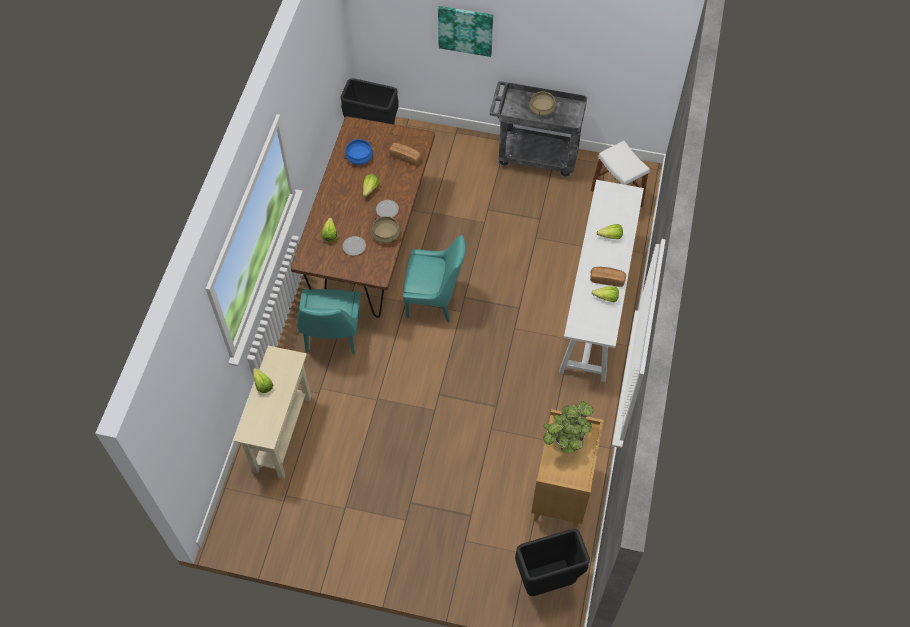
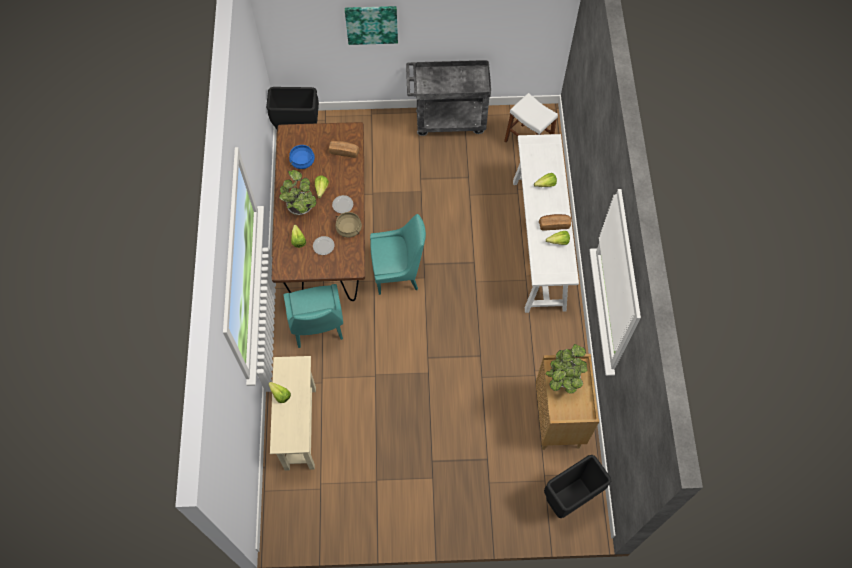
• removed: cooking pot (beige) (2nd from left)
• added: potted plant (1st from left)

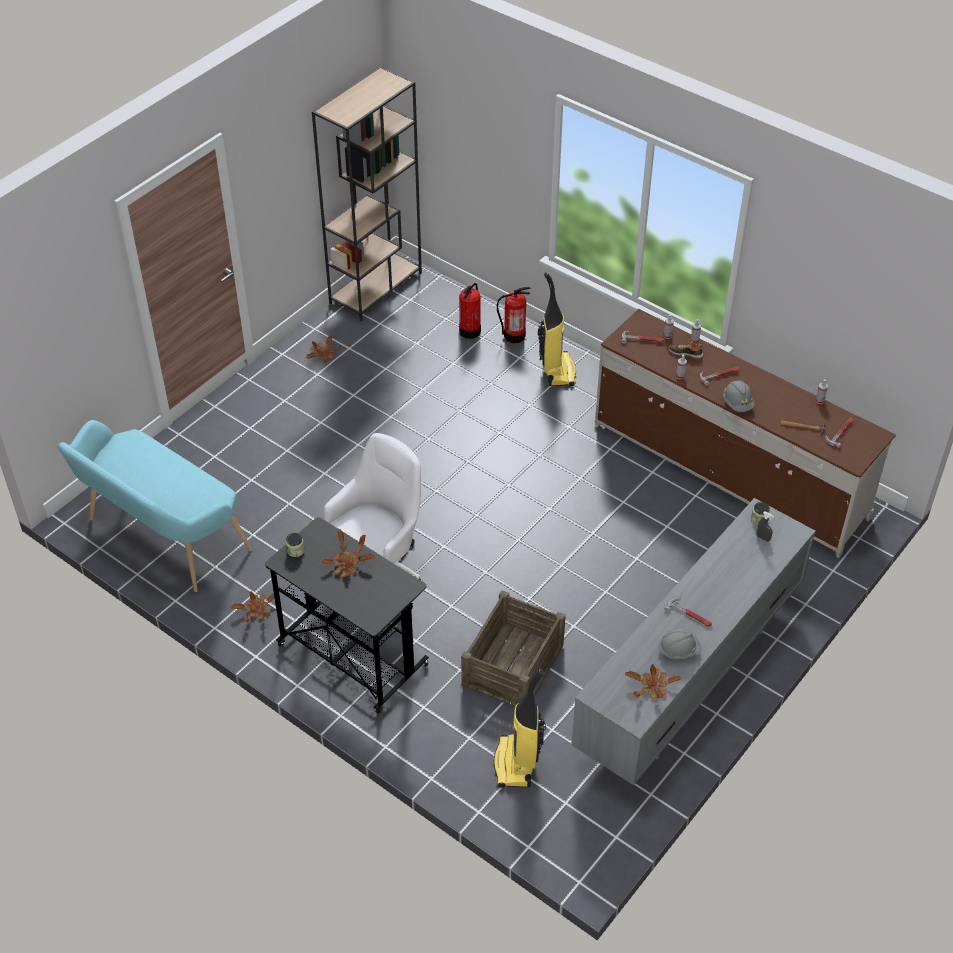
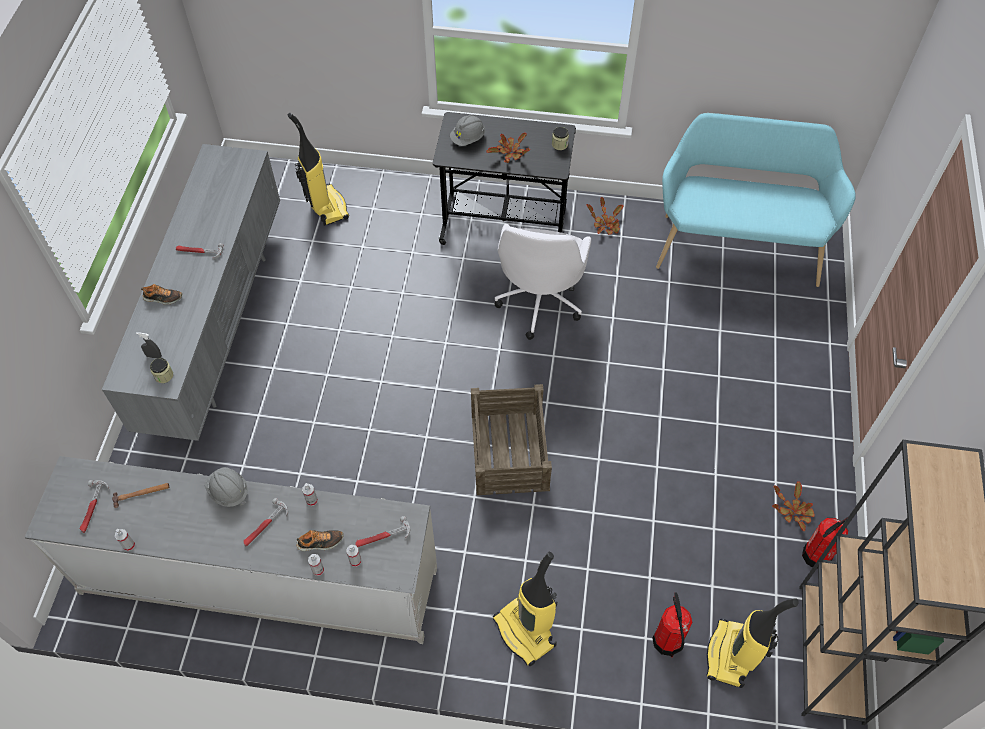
• removed: potted plant (4th from left)
• added: shoe (1st from left)
• added: vacuum cleaner (3rd from left)
• moved: crate
• moved: fire extinguisher (2nd from left)
• moved: hard hat (grey) (1st from left in the first image) to hard hat (grey) (2nd from left)
• recoloured: cabinet (brown) to cabinet (grey) (2nd from left)

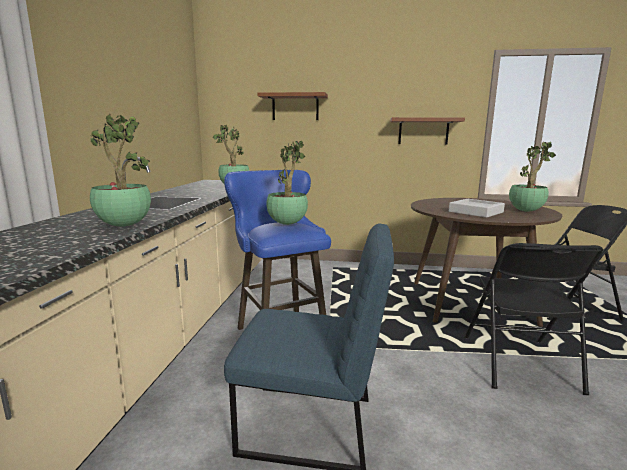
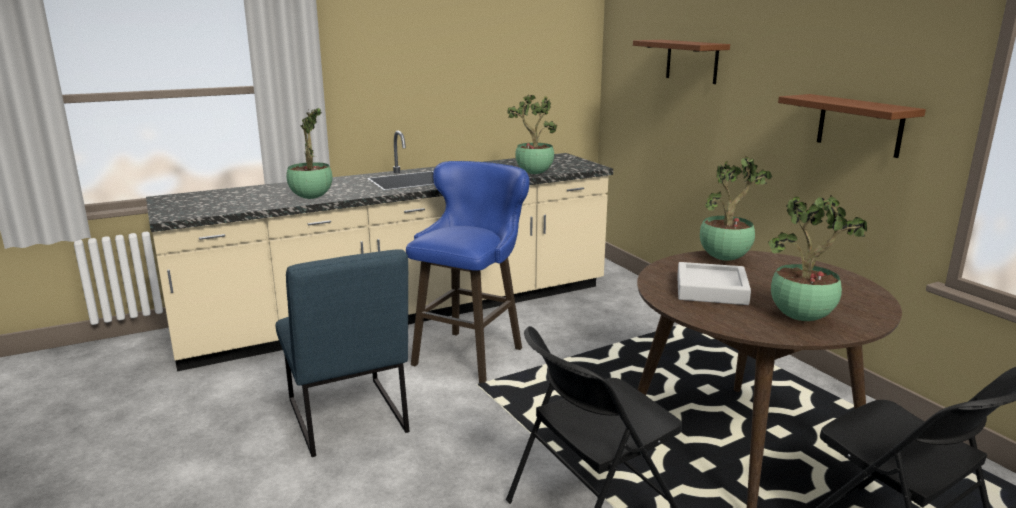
• moved: potted plant (3rd from left)

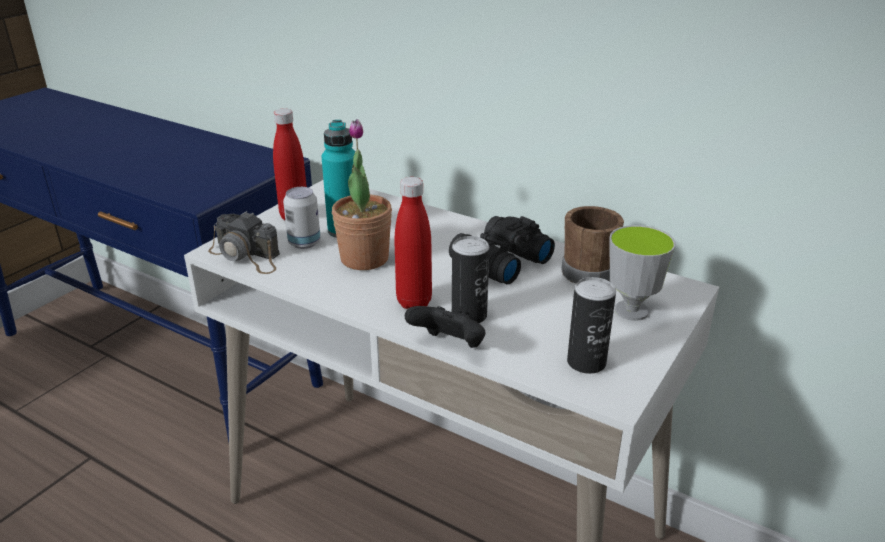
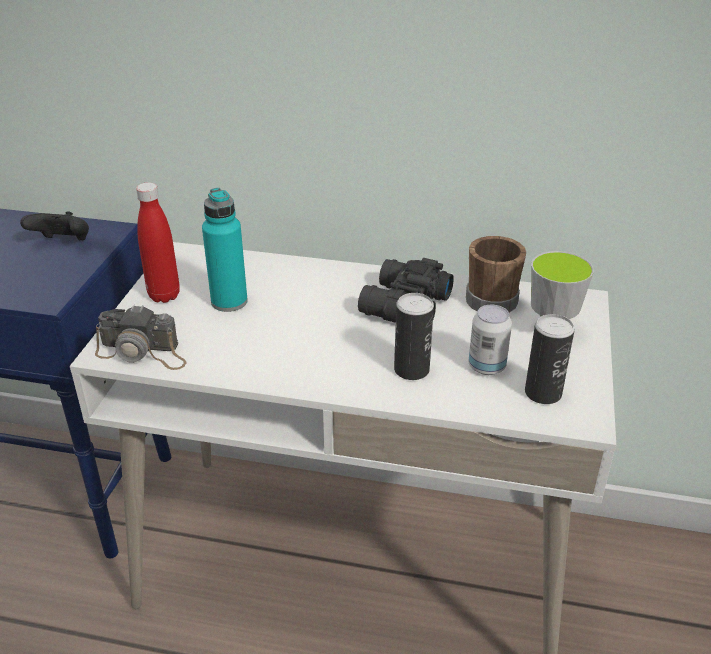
• removed: potted plant
• removed: bottle (red) (2nd from left)
• moved: can (1st from left in the first image) to can (2nd from left)
• moved: game controller (black)

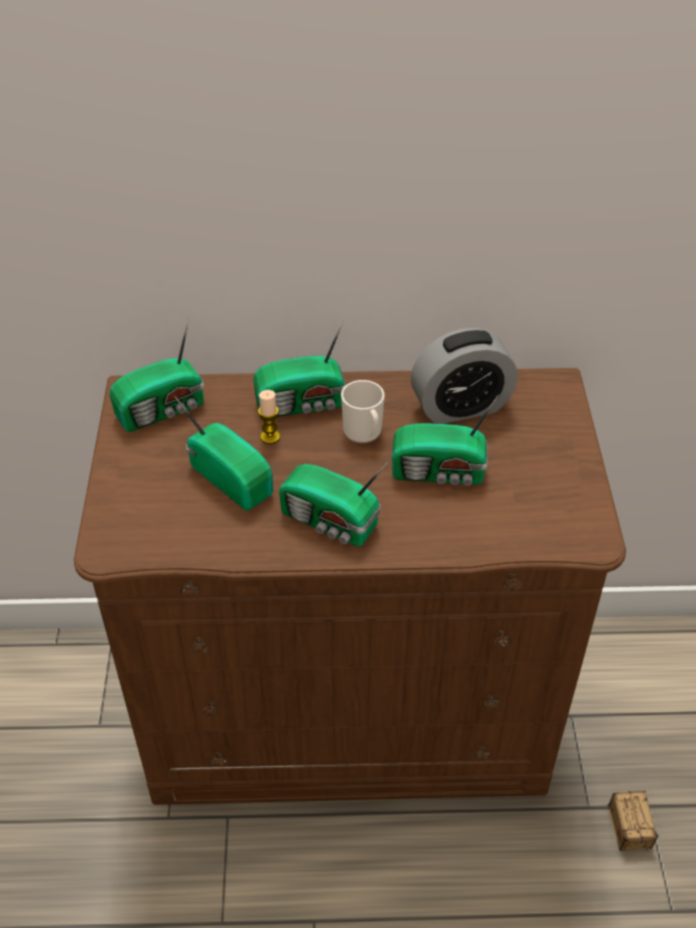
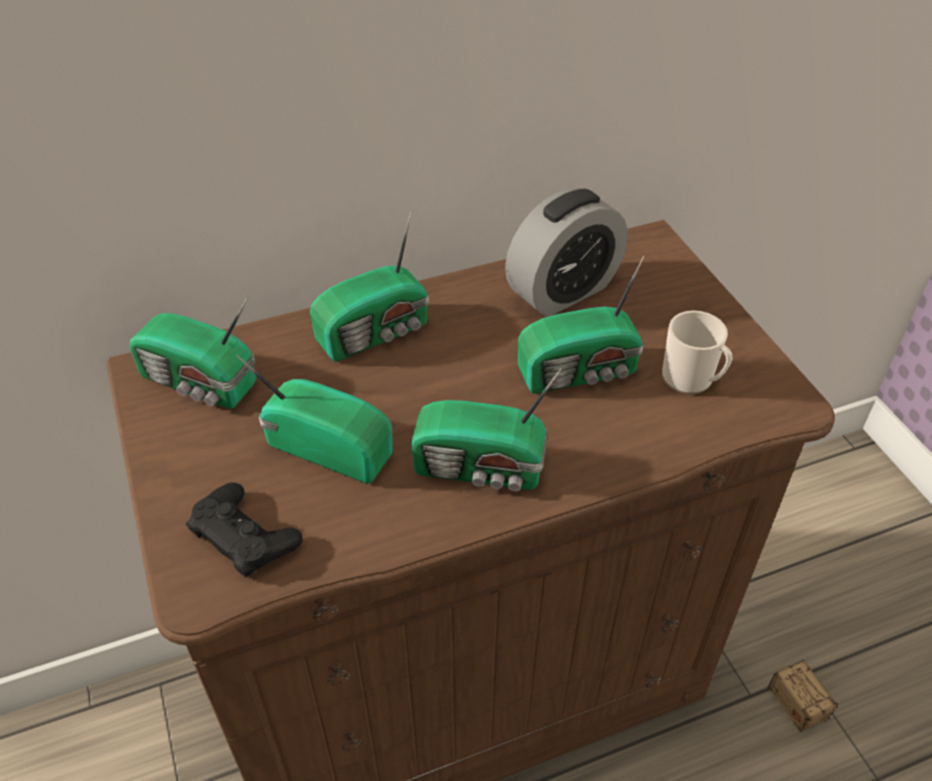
• removed: candle
• added: game controller (black)
• moved: mug
• turned: radio (1st from left) 75 degrees clockwise

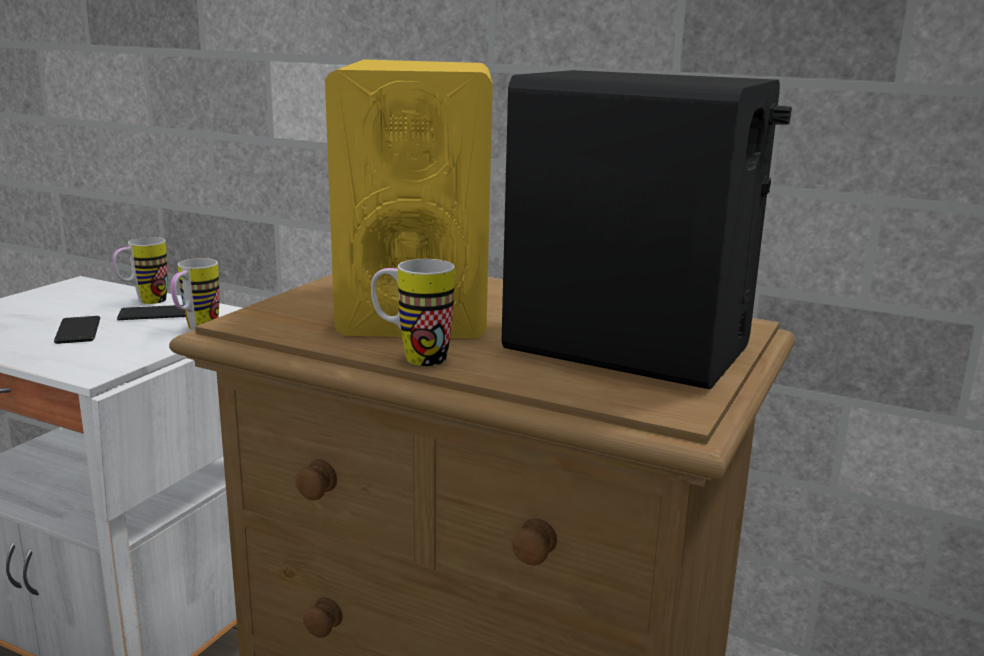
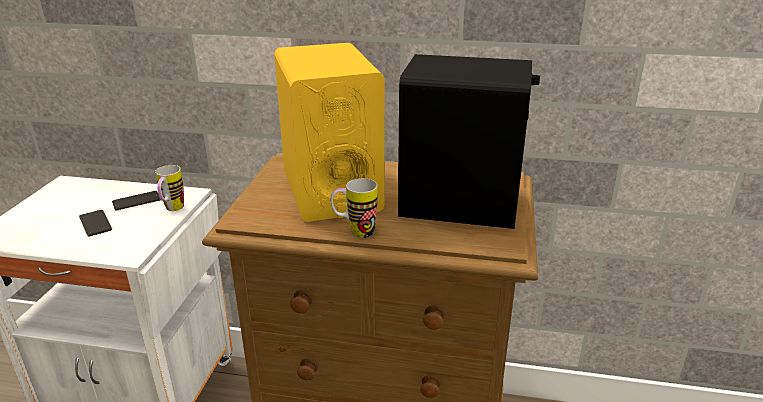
• removed: mug (1st from left)

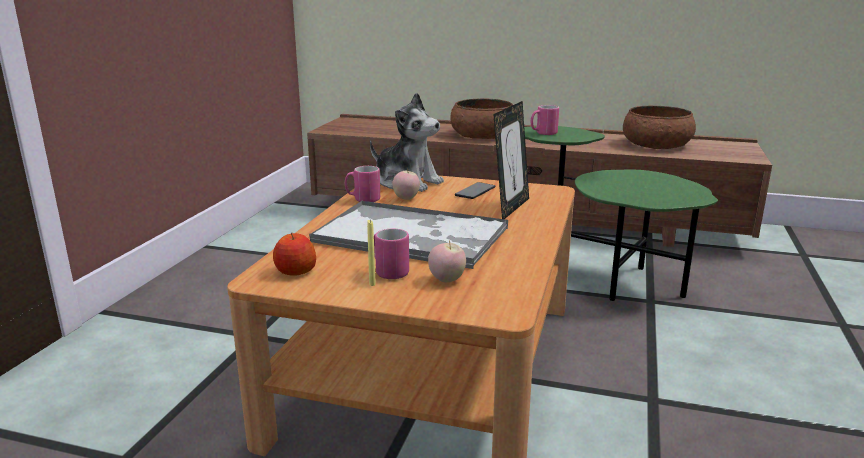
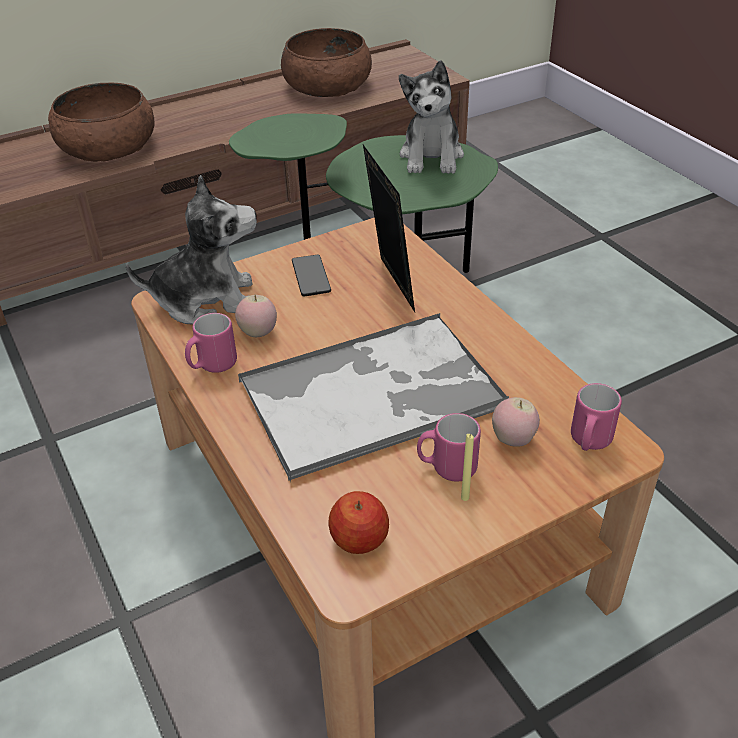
• added: plush toy (2nd from left)
• moved: mug (pink) (3rd from left)

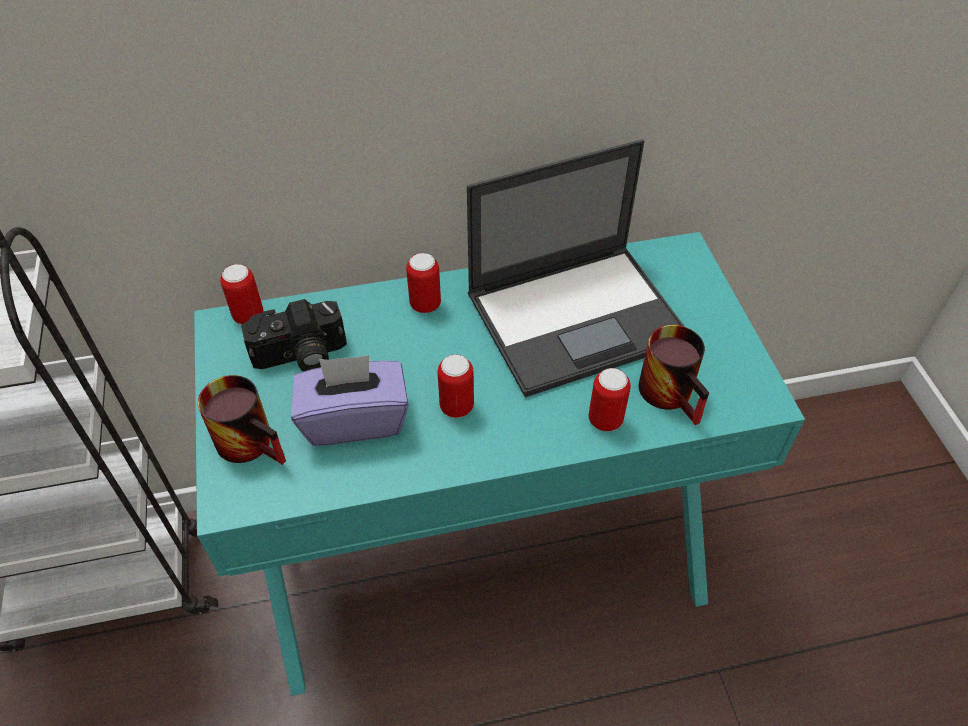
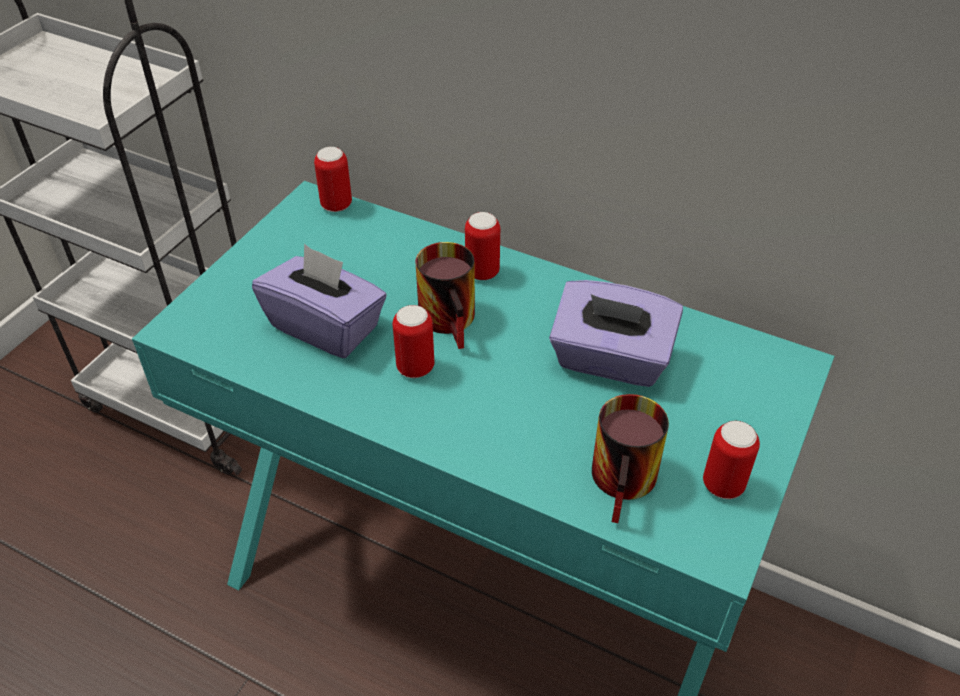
• removed: photo camera
• moved: mug (1st from left)
• moved: can (4th from left)
• replaced: laptop to tissue box (purple) (2nd from left)

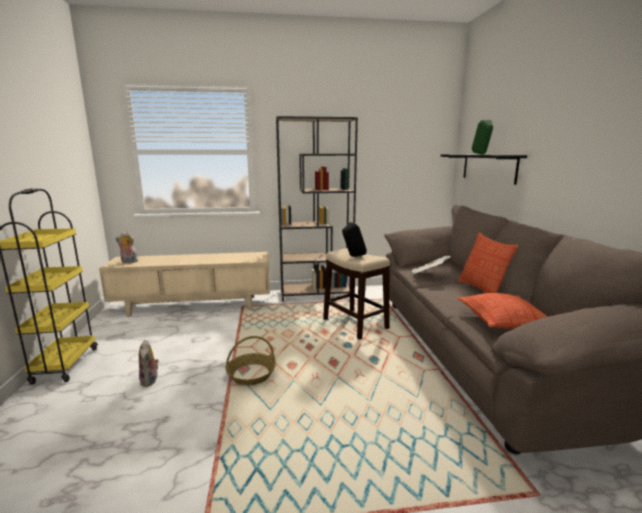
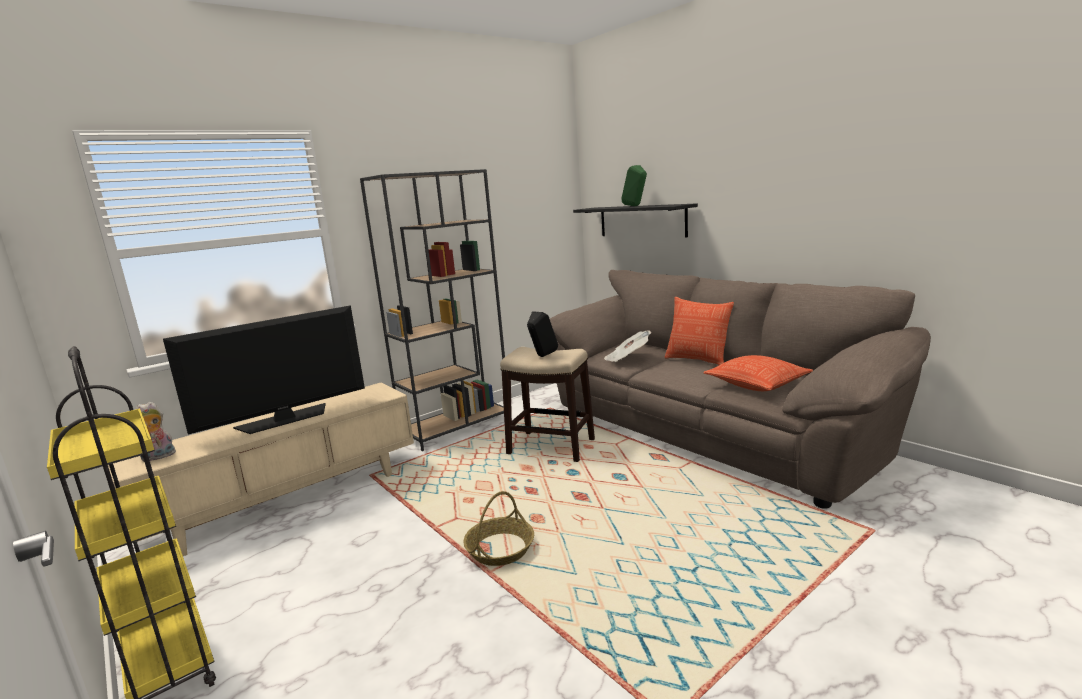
• removed: plush toy (2nd from left)
• added: television

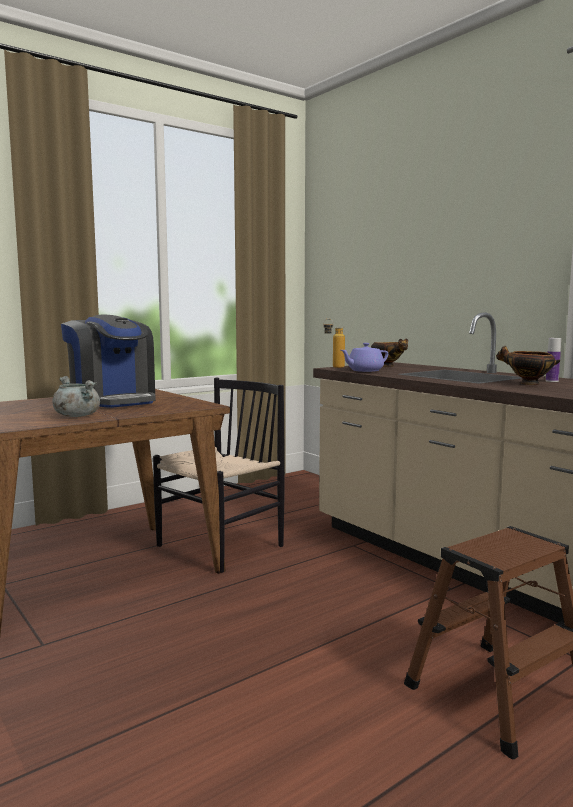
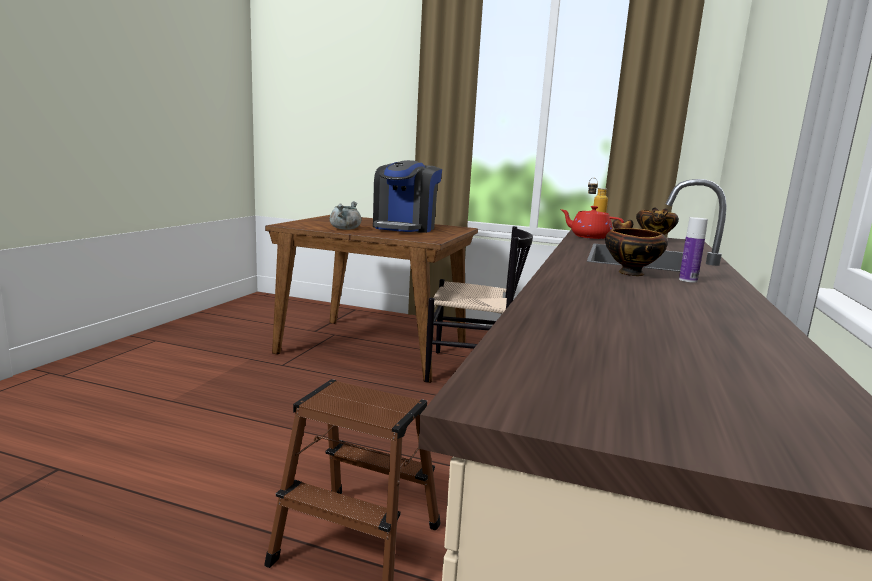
• recoloured: teapot (purple) to teapot (red)

